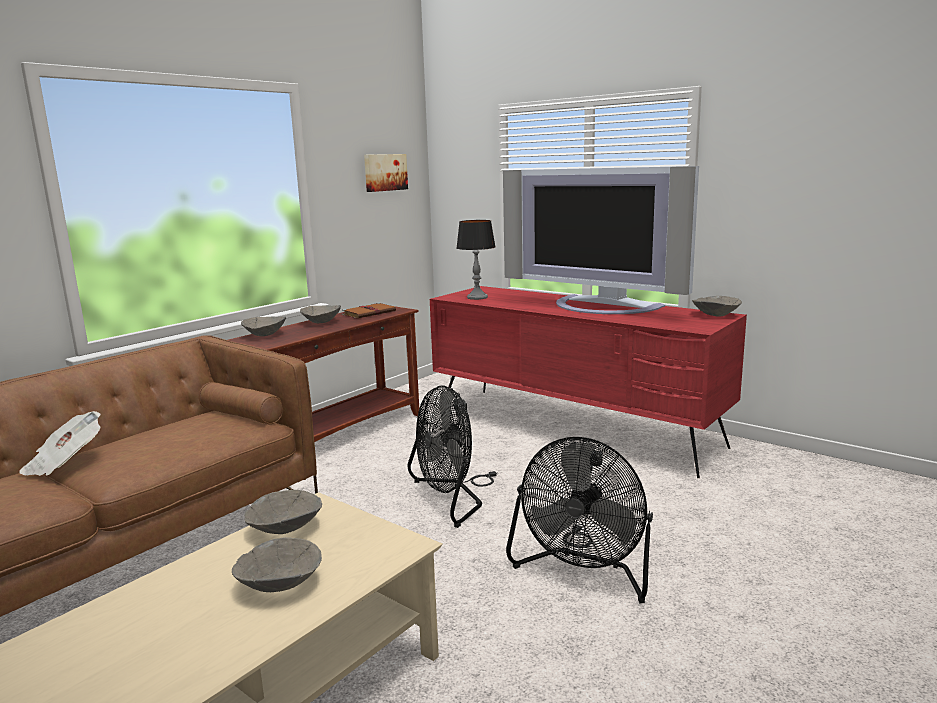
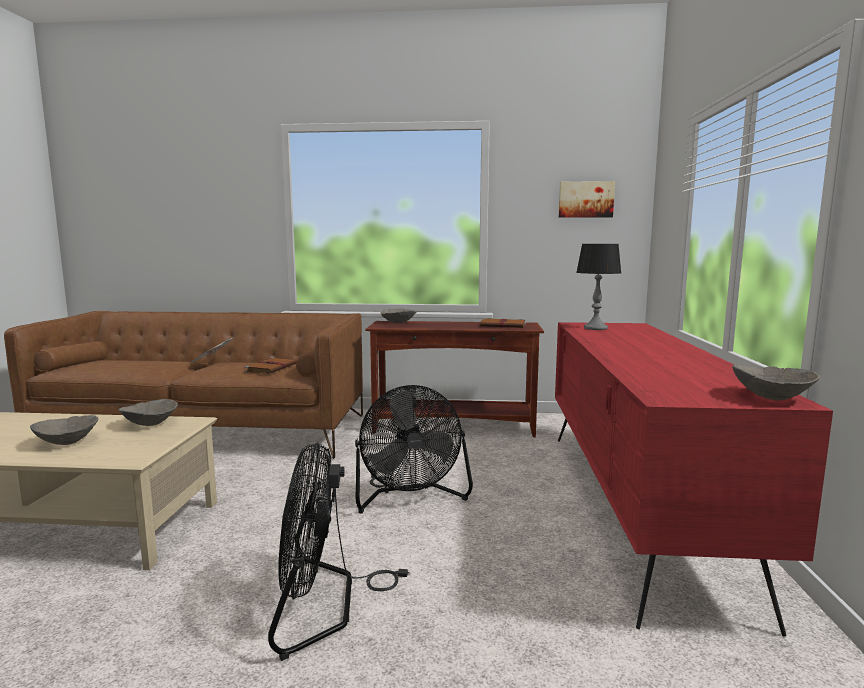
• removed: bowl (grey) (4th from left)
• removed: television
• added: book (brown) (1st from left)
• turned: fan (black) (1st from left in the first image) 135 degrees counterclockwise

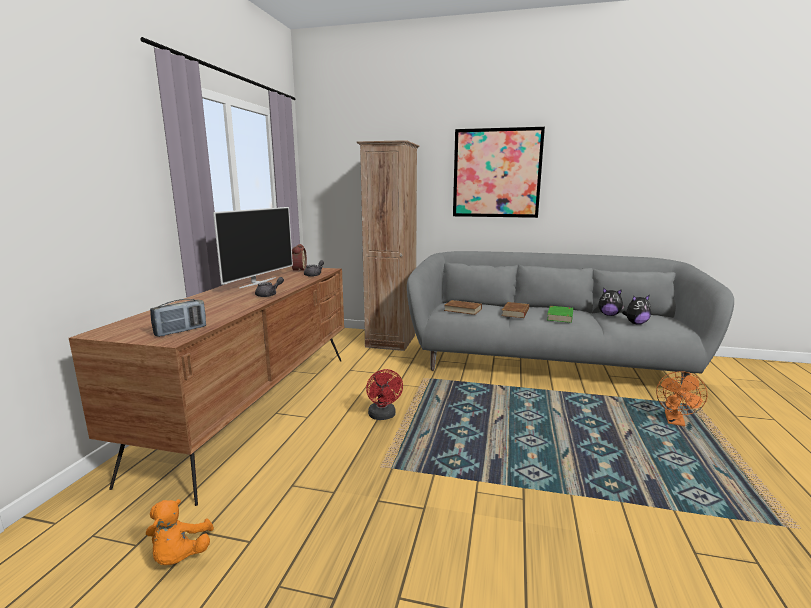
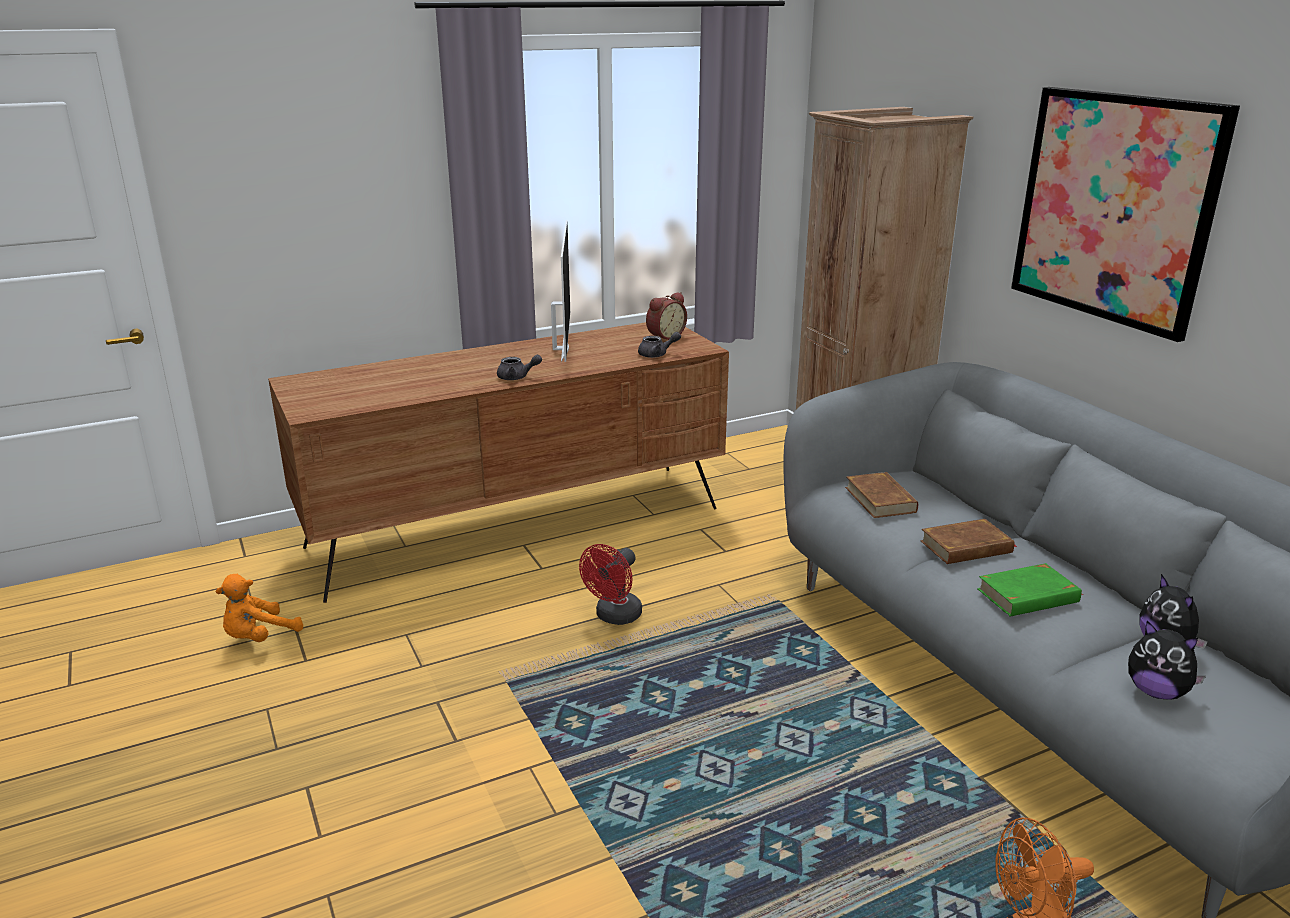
• removed: radio
• turned: television 75 degrees counterclockwise

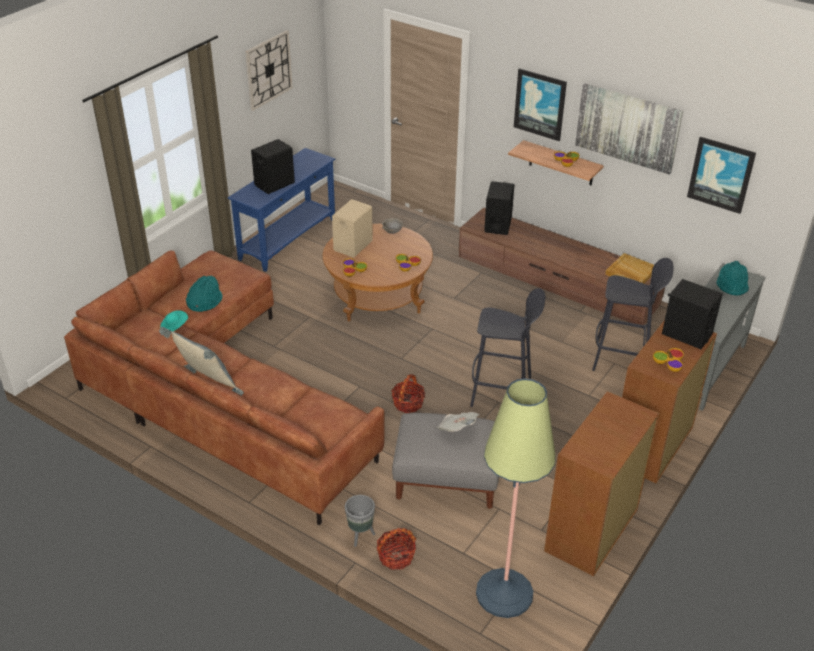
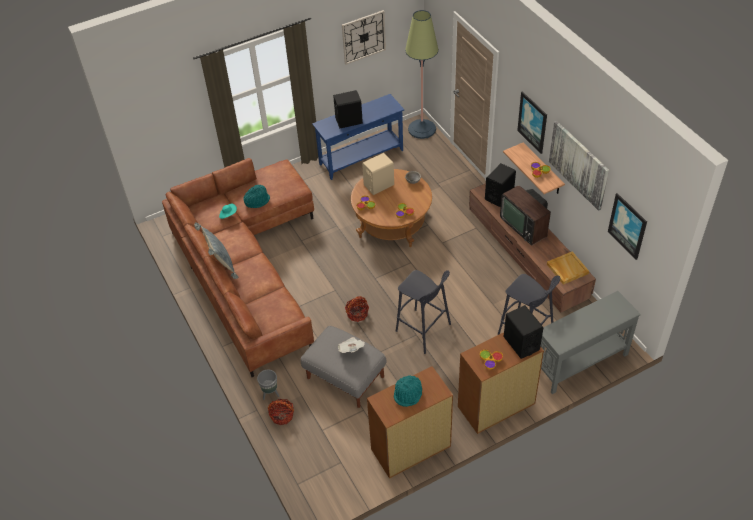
• added: television
• moved: floor lamp
• moved: hat (turquoise) (3rd from left)

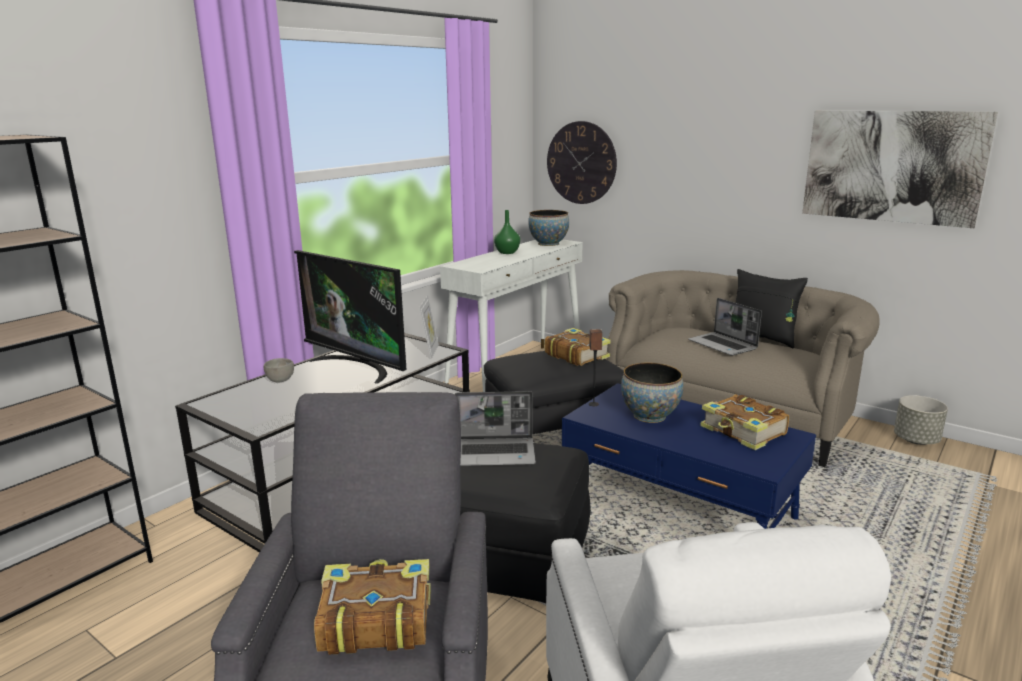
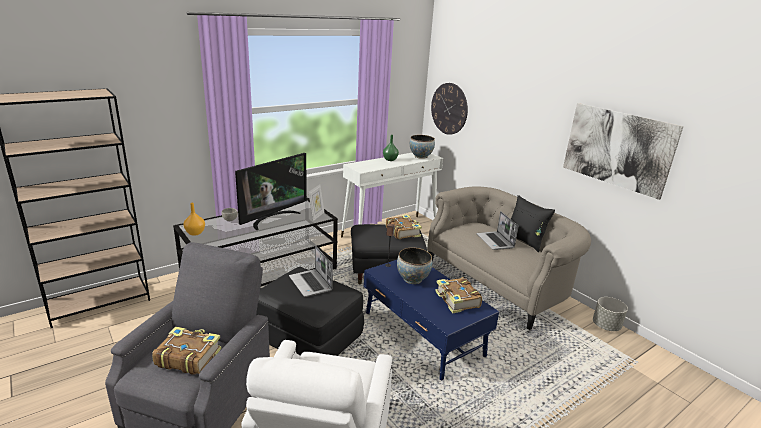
• added: vase (orange)
• turned: television 105 degrees counterclockwise
• turned: laptop (1st from left) 45 degrees clockwise

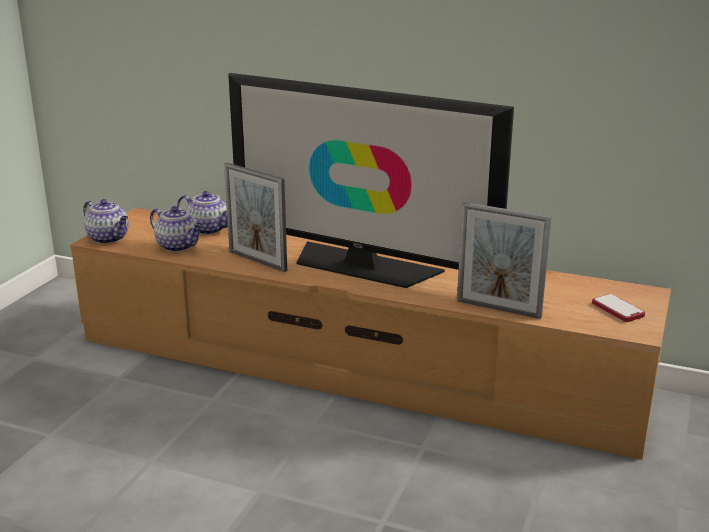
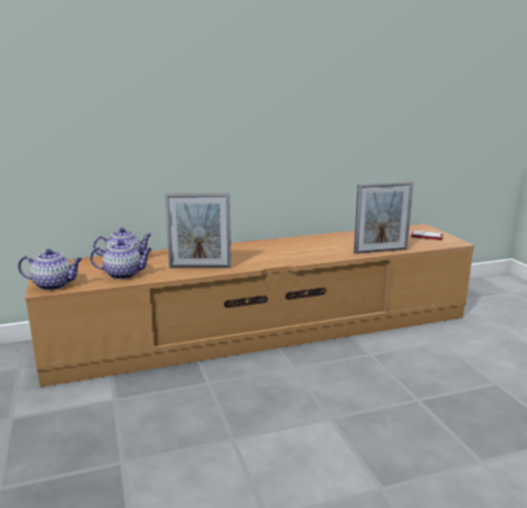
• removed: television

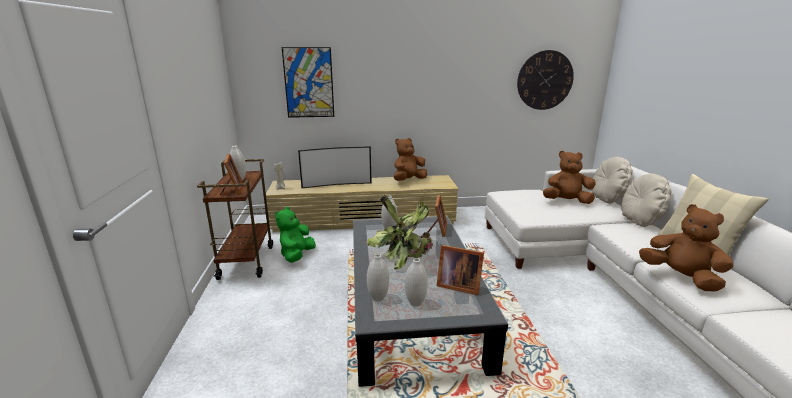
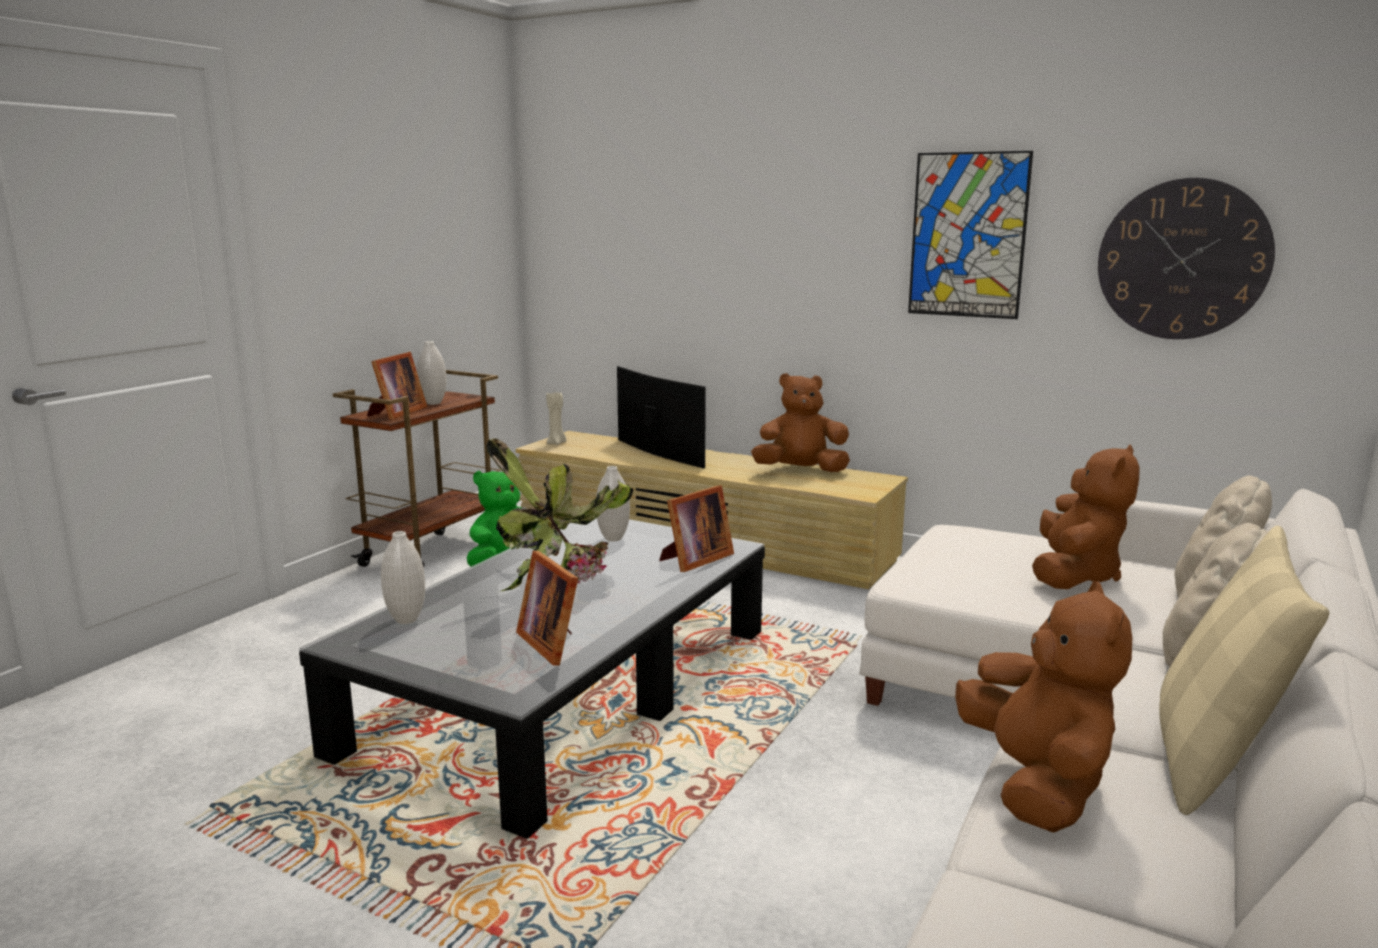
• removed: vase (white) (4th from left)
• moved: picture
• turned: television 150 degrees counterclockwise
• turned: plush toy (brown) (2nd from left in the first image) 75 degrees clockwise

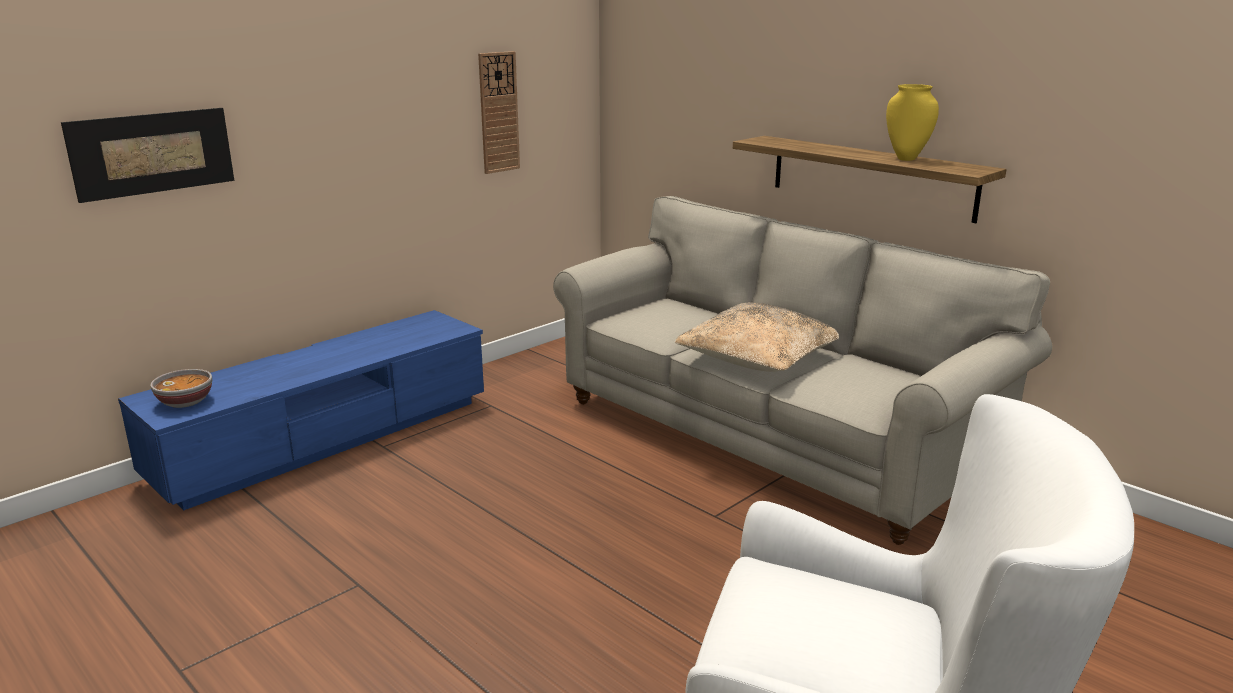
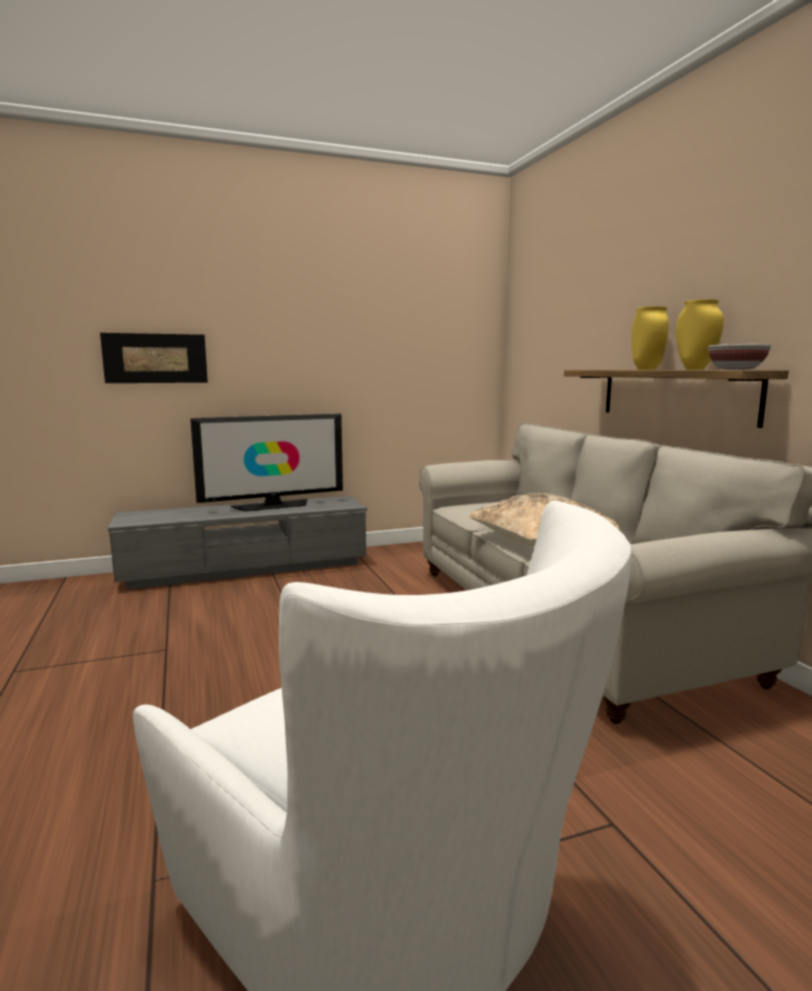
• removed: wall clock
• added: television
• added: vase (yellow) (1st from left)
• moved: bowl
• recoloured: tv stand (blue) to tv stand (grey)

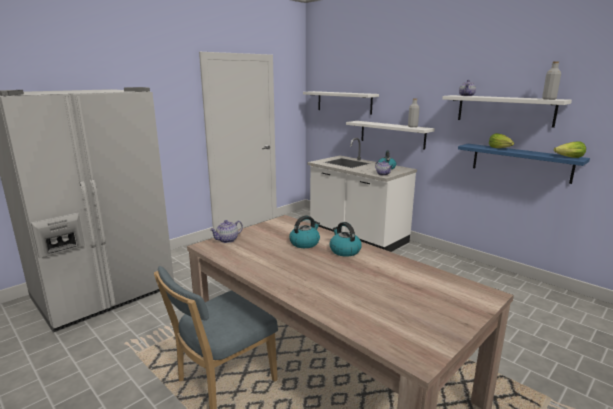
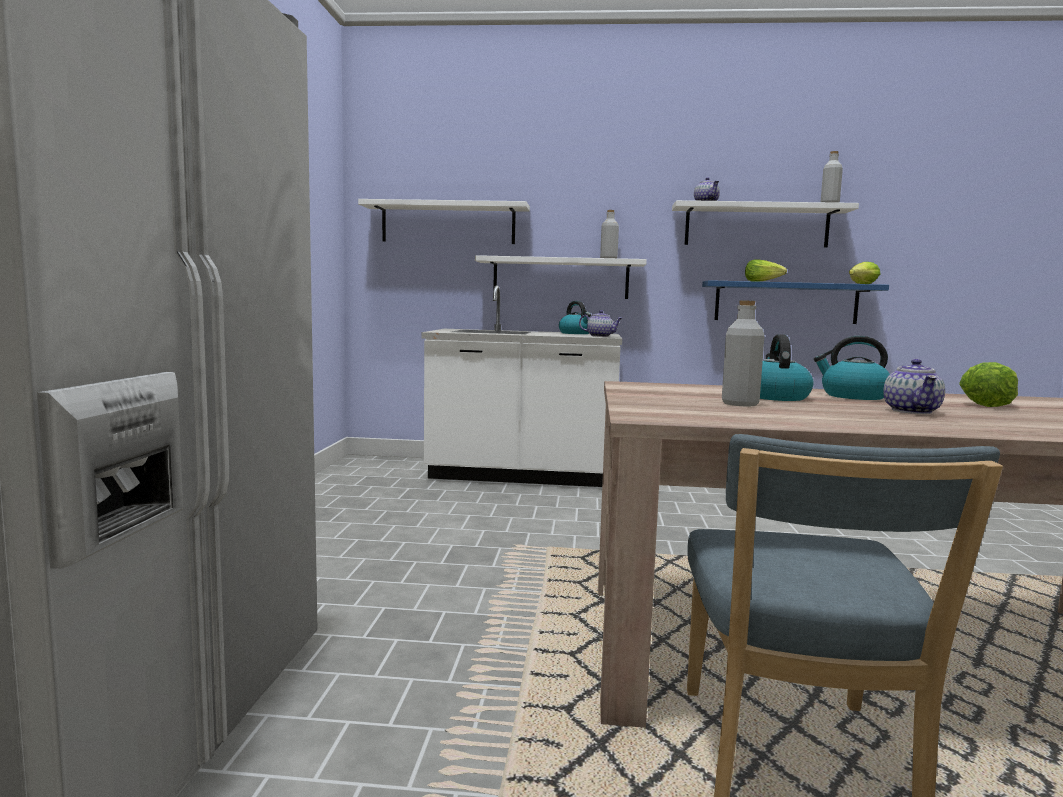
• added: bottle (grey) (2nd from left)
• added: lettuce (3rd from left)
• moved: teapot (1st from left in the first image) to teapot (3rd from left)

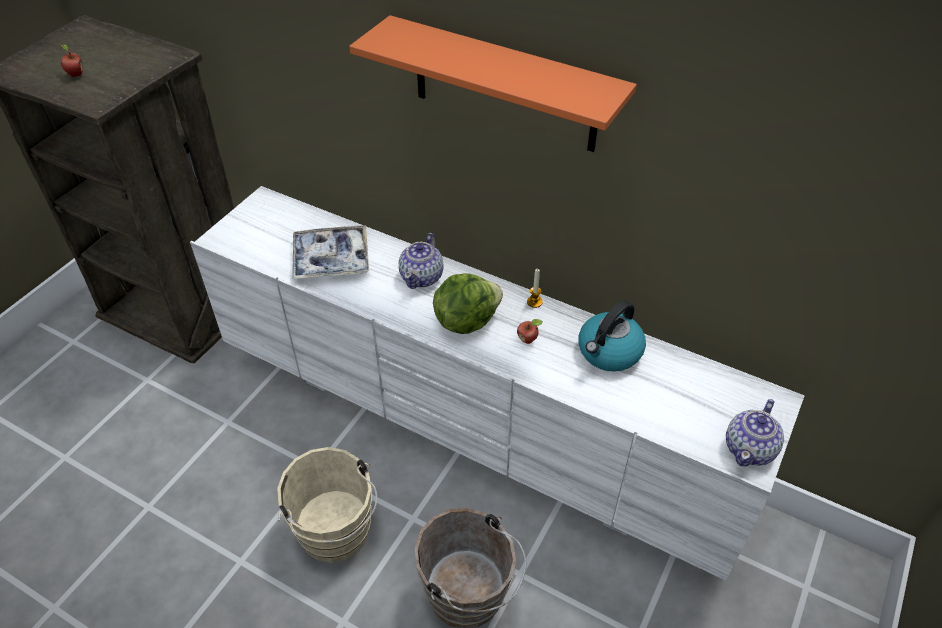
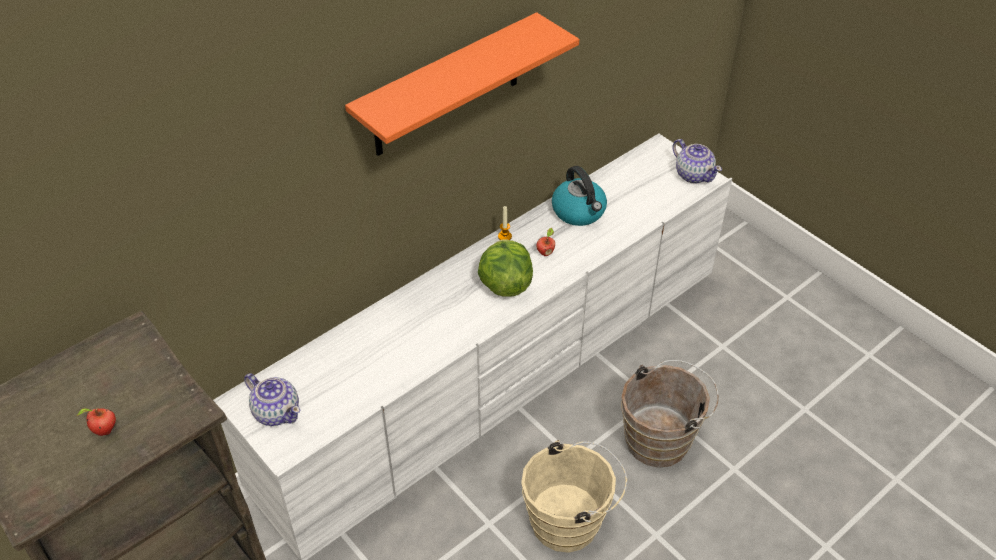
• removed: tray
• moved: teapot (1st from left)

